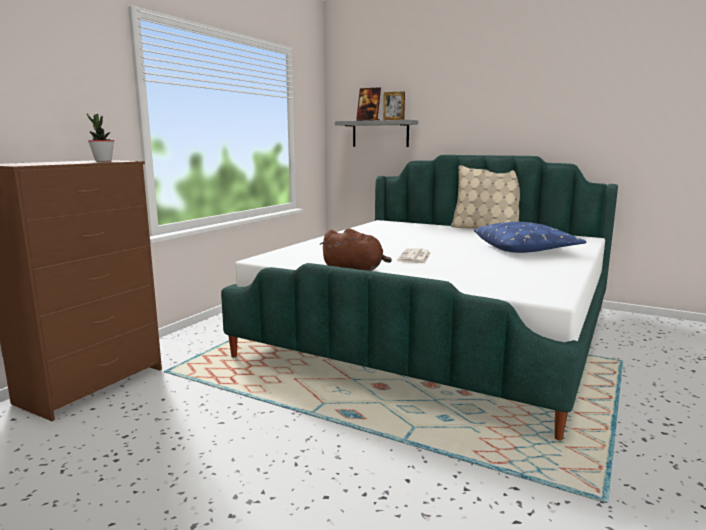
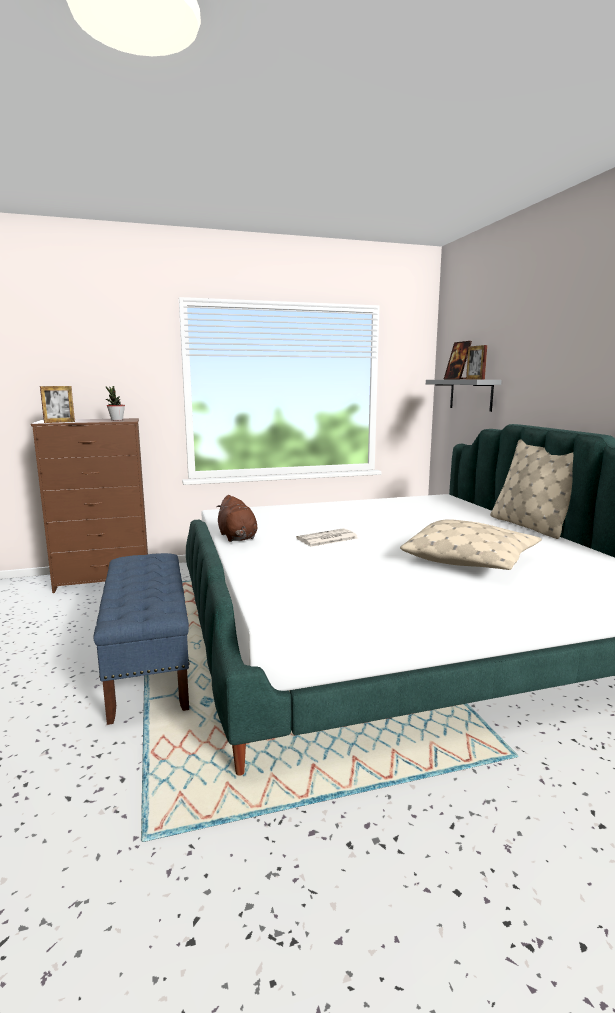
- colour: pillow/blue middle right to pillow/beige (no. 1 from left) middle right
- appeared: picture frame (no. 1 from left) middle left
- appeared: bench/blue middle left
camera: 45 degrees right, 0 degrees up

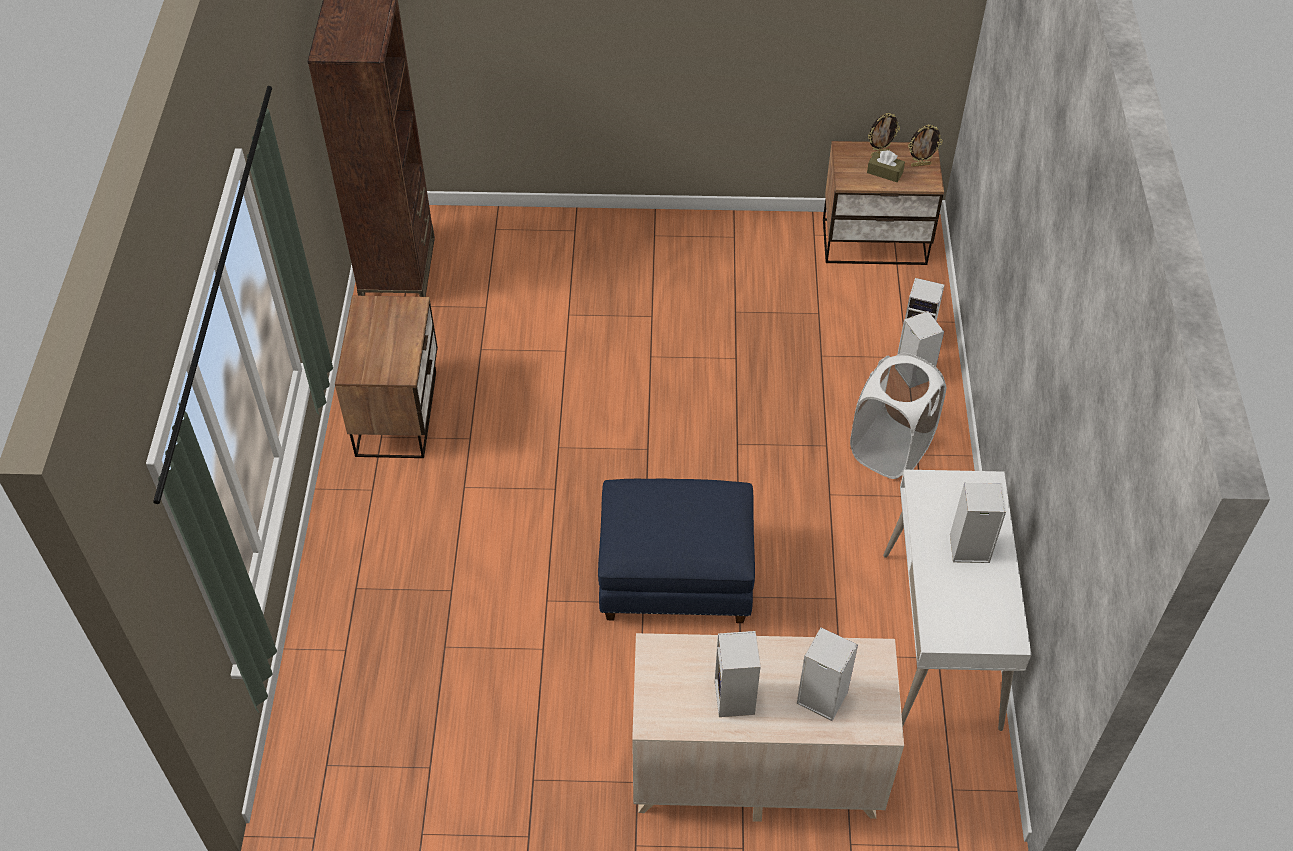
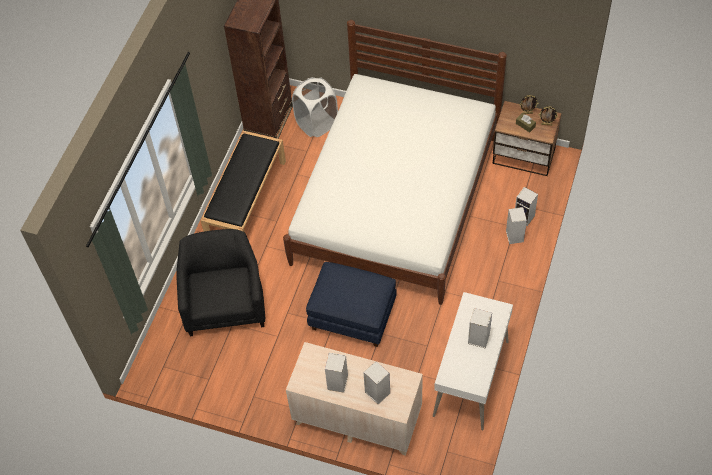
- exchanged: nightstand (no. 1 from left) middle left to bench/black centre
- relocated: laundry basket/white middle right to top centre
- appeared: armchair/black middle left
- appeared: bed/white centre
camera: 20 degrees right, 5 degrees up

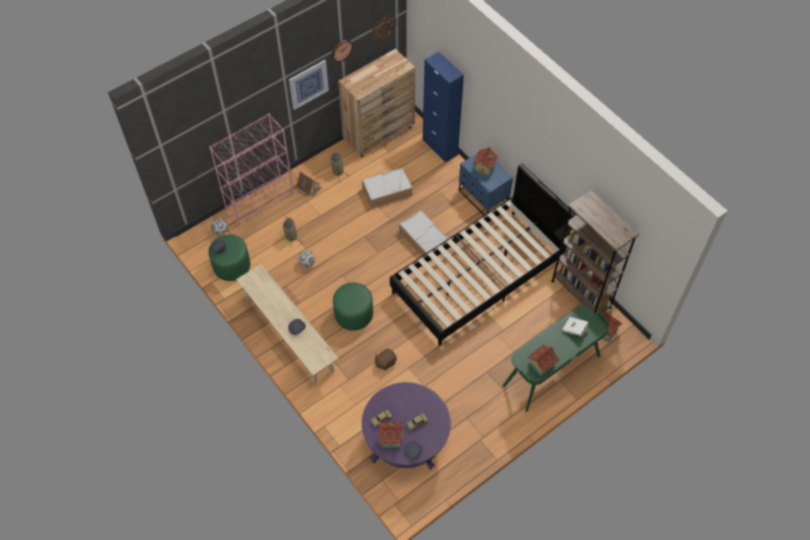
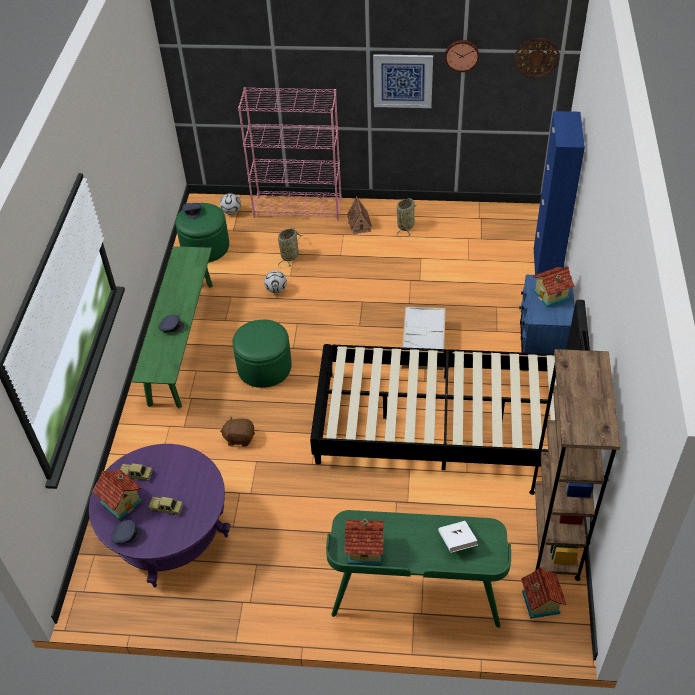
- colour: bench/beige centre to bench/green middle left
- missing: dresser/brown top centre
- missing: storage box (no. 1 from left) centre
camera: 45 degrees right, 10 degrees down

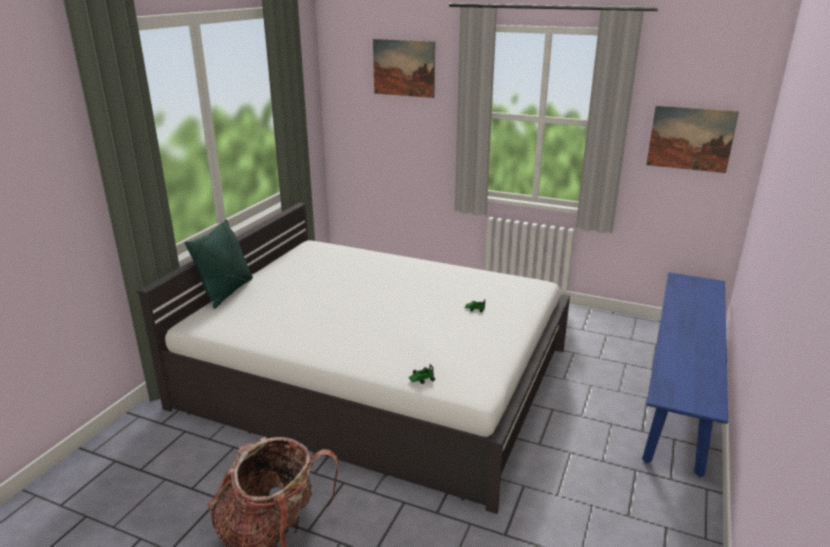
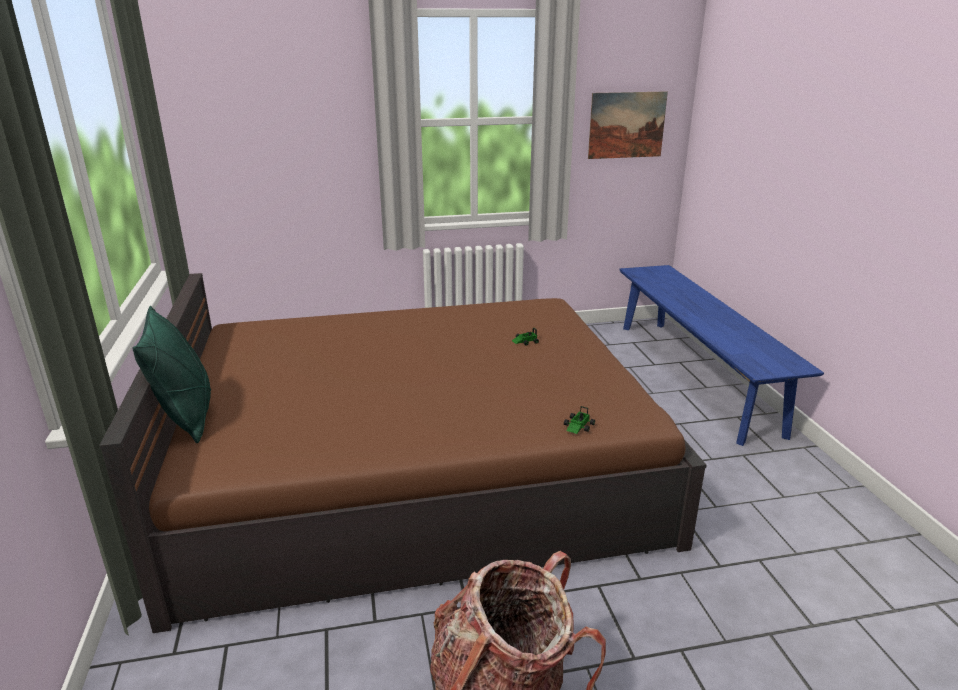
- colour: bed/white centre to bed/brown centre
- missing: picture (no. 1 from left) top centre
camera: 35 degrees left, 0 degrees up

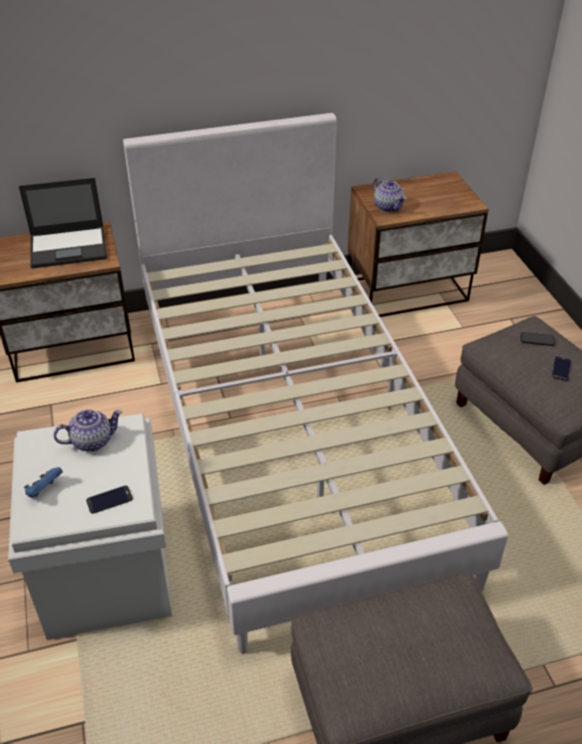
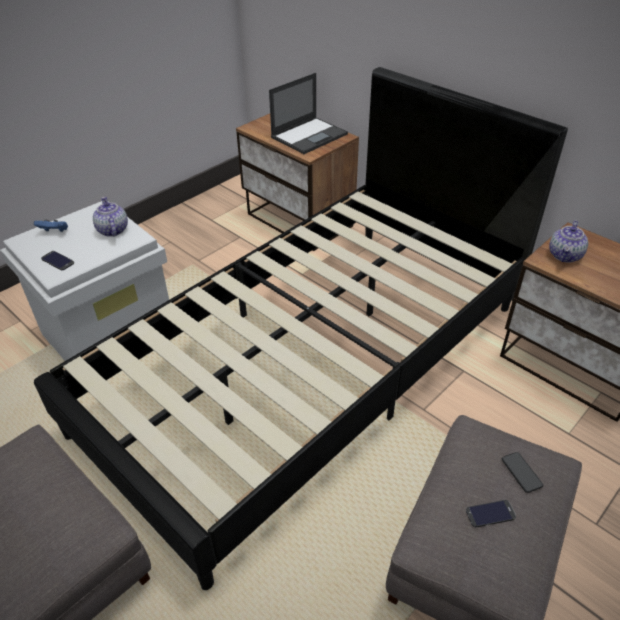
- spun: laptop top left = top centre 90 degrees counterclockwise
- spun: teapot (no. 1 from left) middle left = middle left 150 degrees counterclockwise
- colour: bed/white centre to bed/black centre
camera: 60 degrees right, 0 degrees up

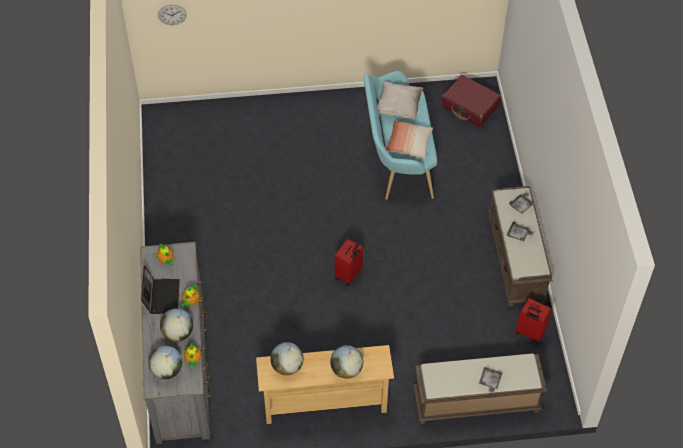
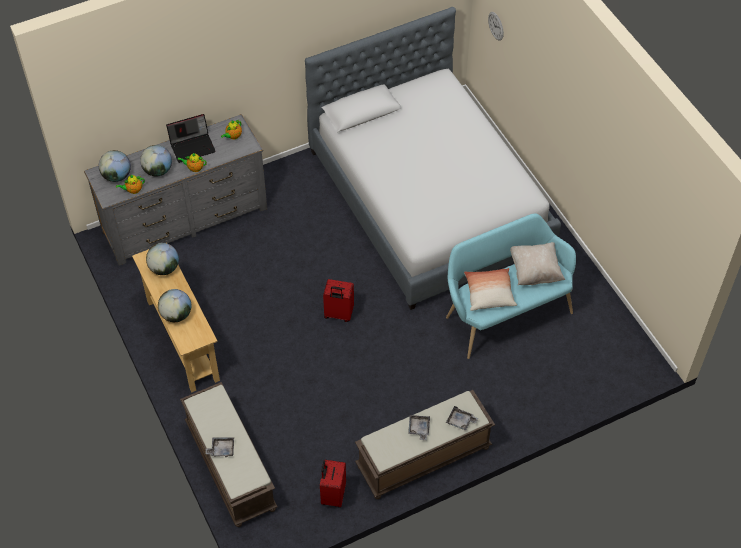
- missing: suitcase/red (no. 2 from left) top right
- appeared: bed top centre
camera: 70 degrees right, 0 degrees up

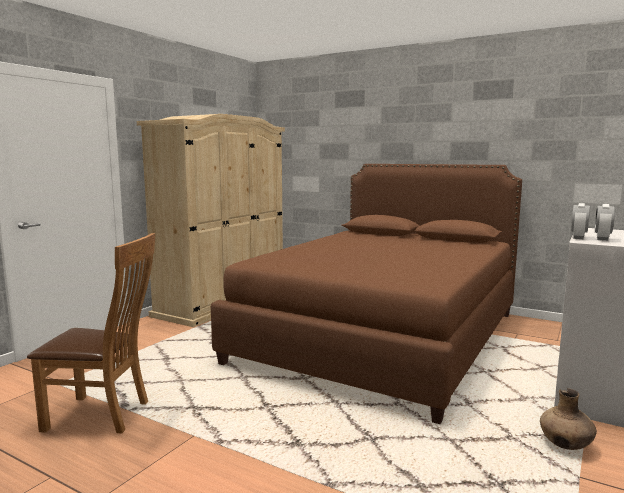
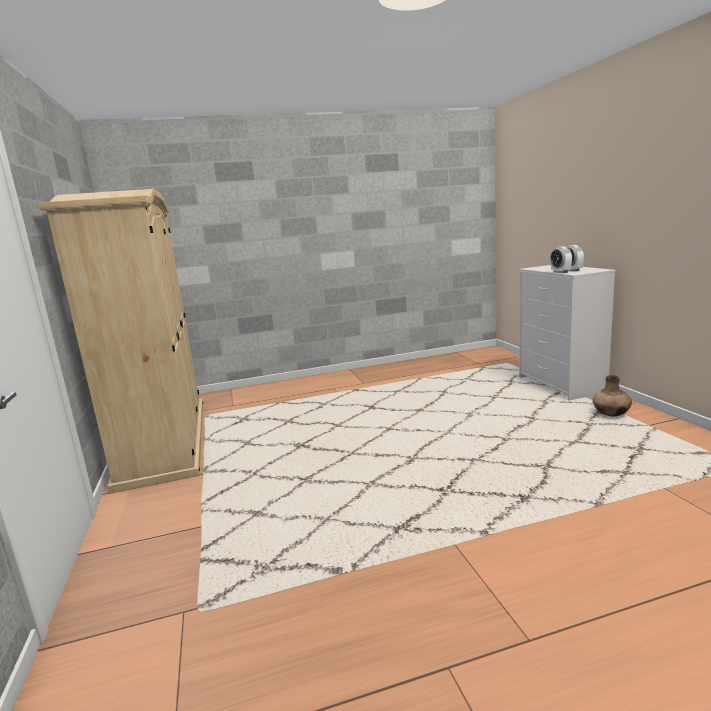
- missing: chair/brown bottom left
- missing: bed/brown centre
camera: 45 degrees left, 5 degrees up

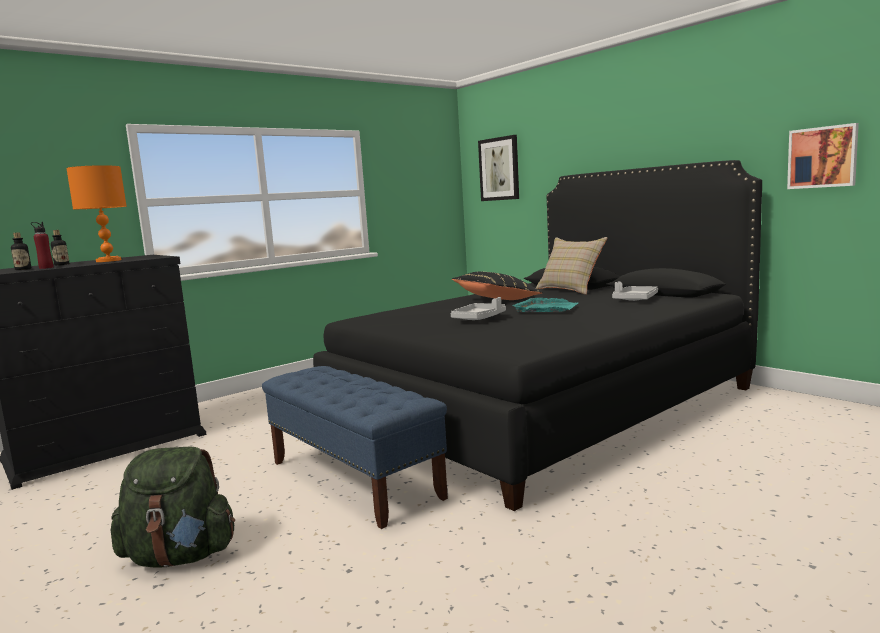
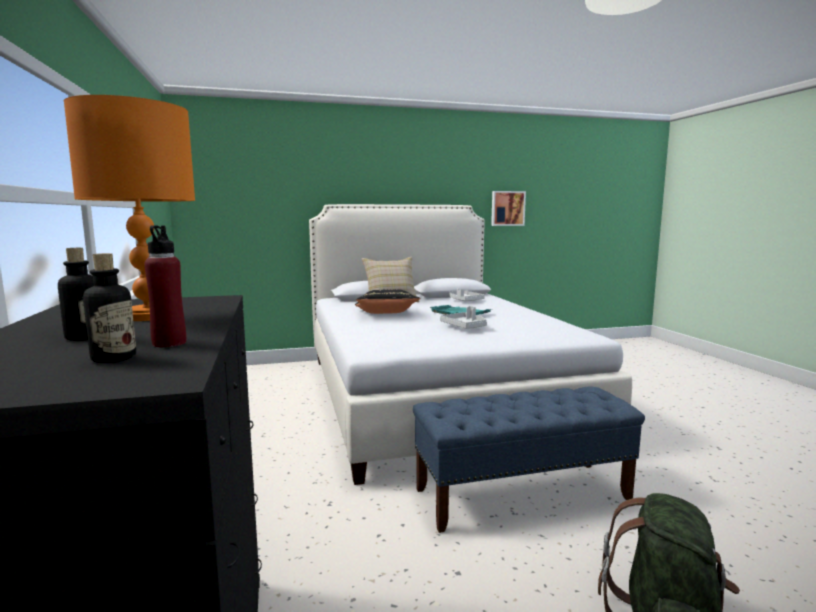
- colour: bed/black centre to bed/white centre
- missing: picture (no. 1 from left) top centre
camera: 65 degrees left, 0 degrees up

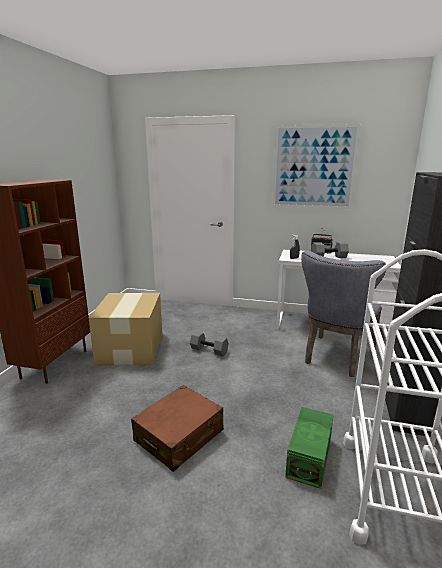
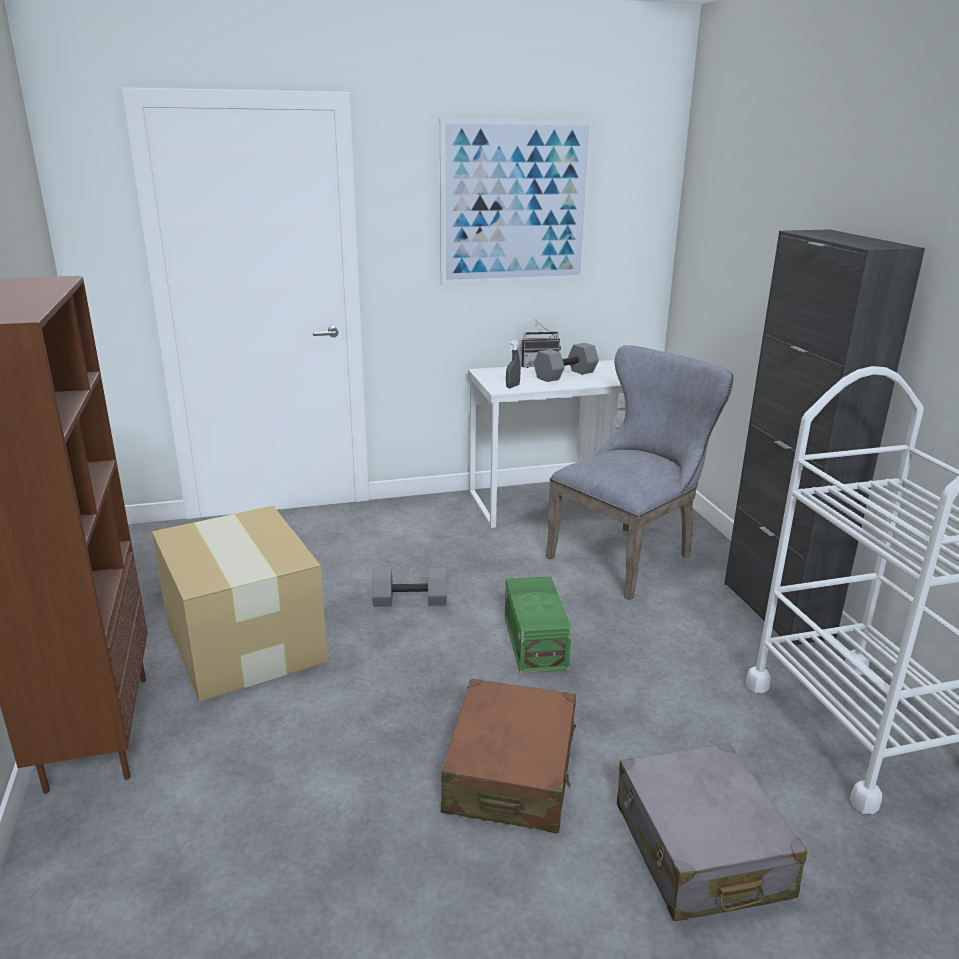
- relocated: storage box/green bottom right to centre
- spun: chair/grey middle right = centre 135 degrees counterclockwise
- appeared: suitcase/grey bottom right
camera: 30 degrees left, 5 degrees up

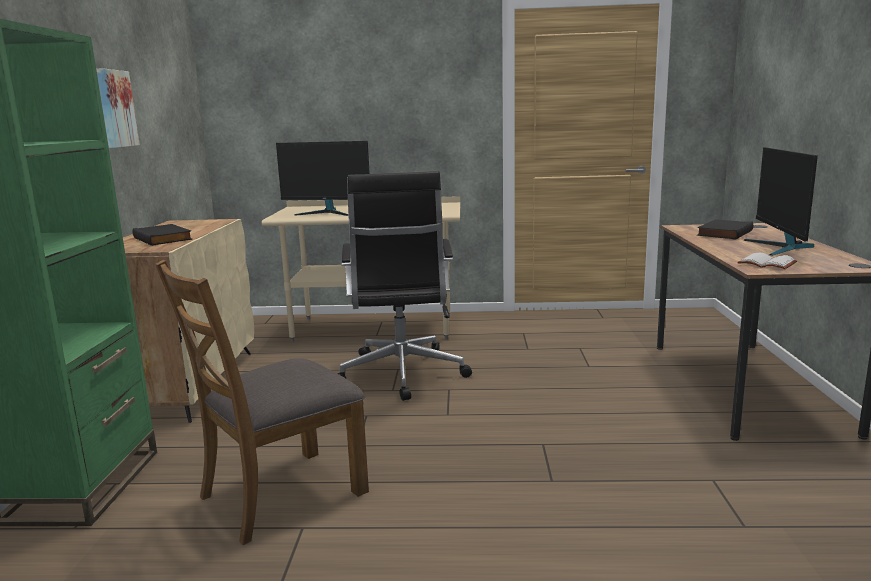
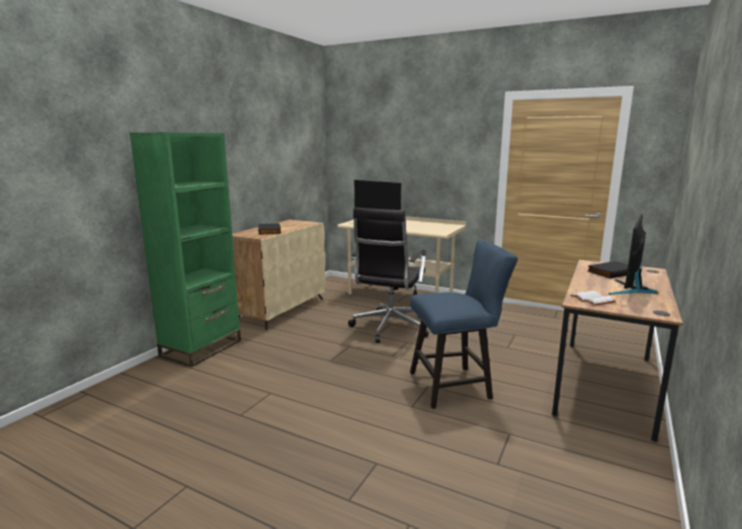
- missing: picture top left
- missing: chair/brown bottom left
- appeared: chair/blue centre
camera: 25 degrees right, 0 degrees up

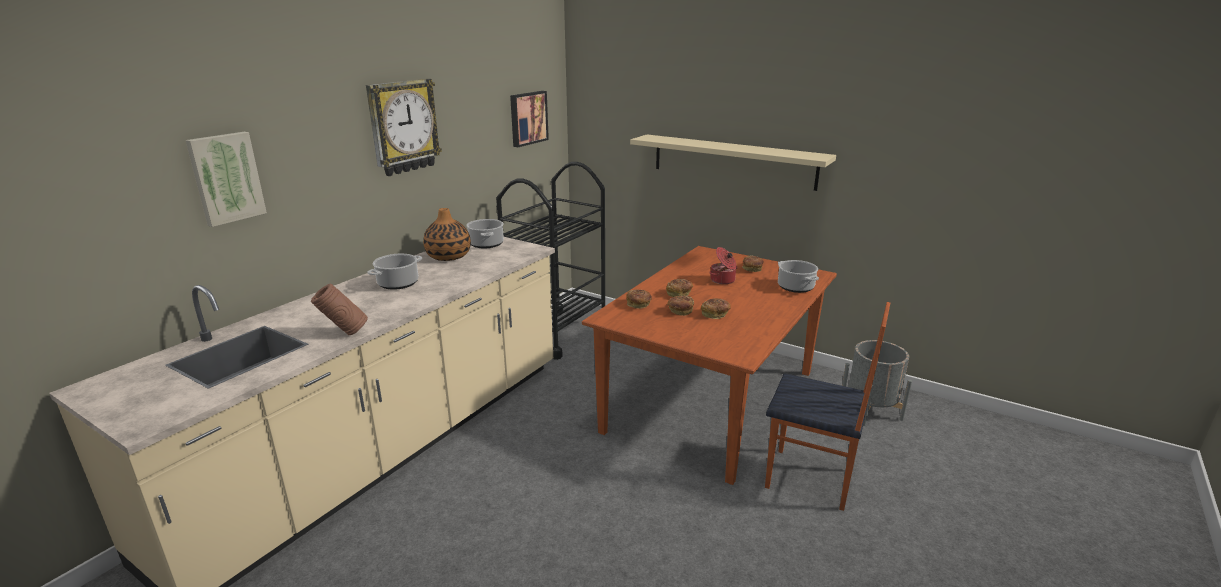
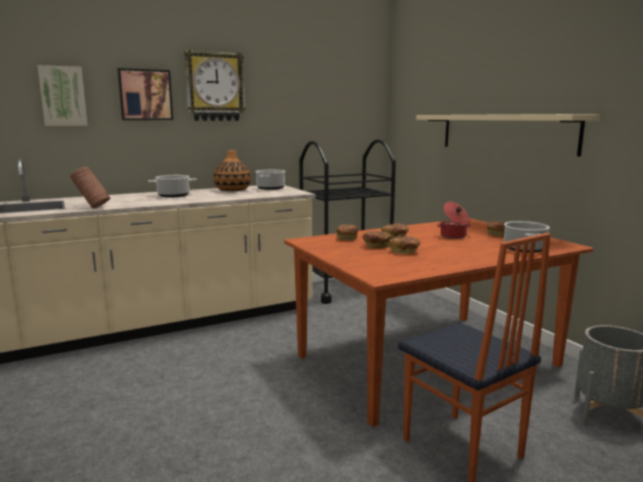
- relocated: picture (no. 2 from left) top centre to top left
camera: 30 degrees right, 10 degrees down

